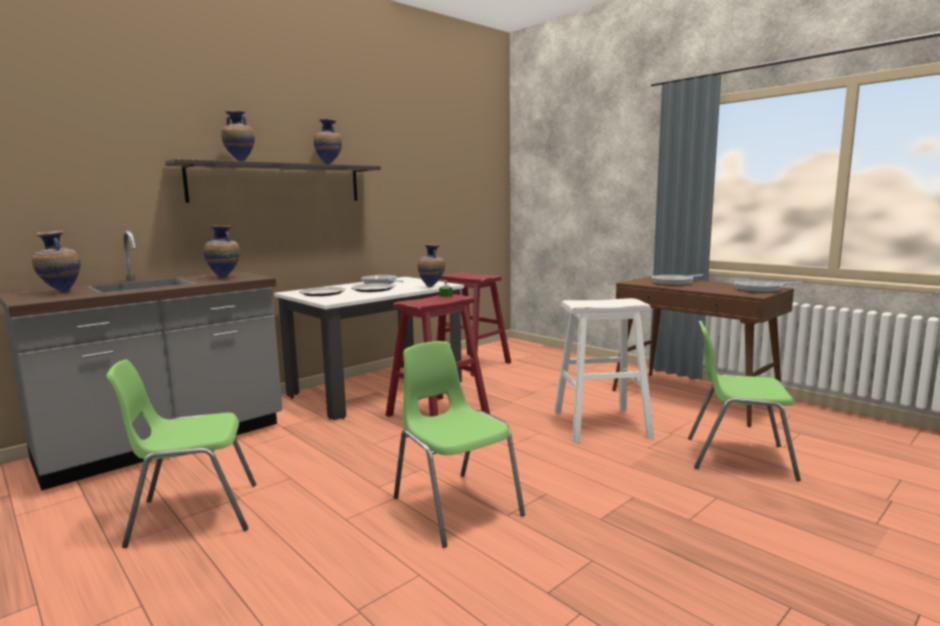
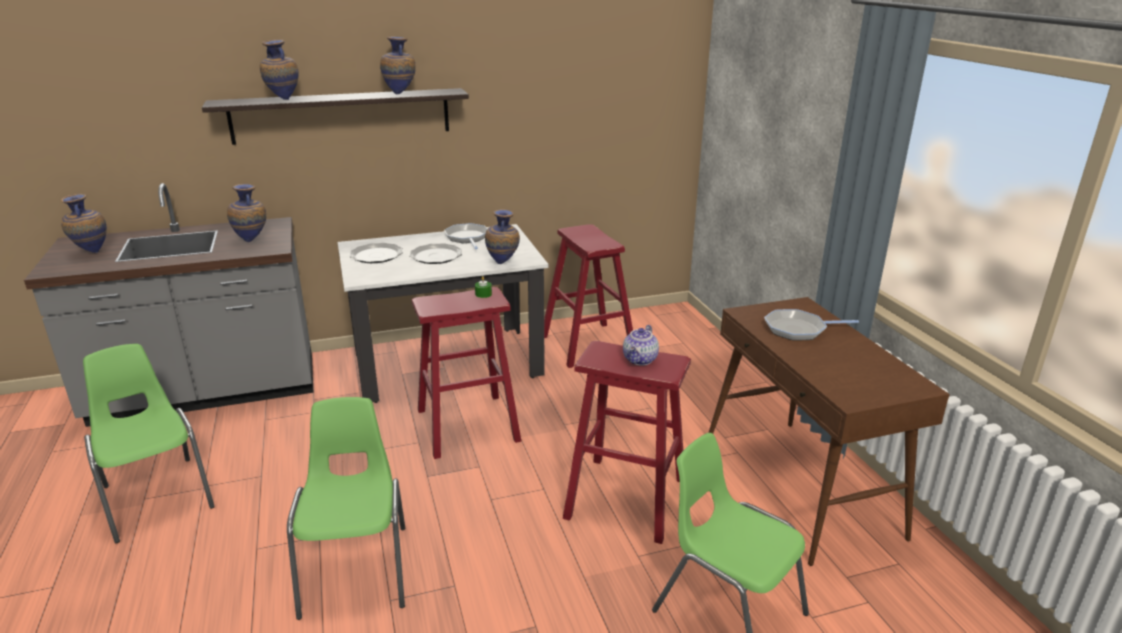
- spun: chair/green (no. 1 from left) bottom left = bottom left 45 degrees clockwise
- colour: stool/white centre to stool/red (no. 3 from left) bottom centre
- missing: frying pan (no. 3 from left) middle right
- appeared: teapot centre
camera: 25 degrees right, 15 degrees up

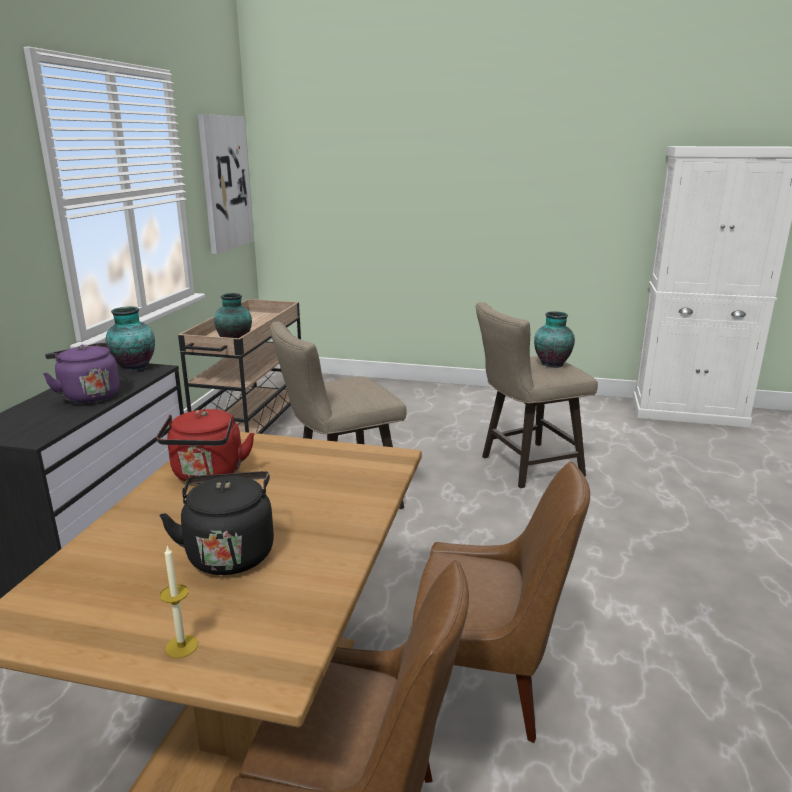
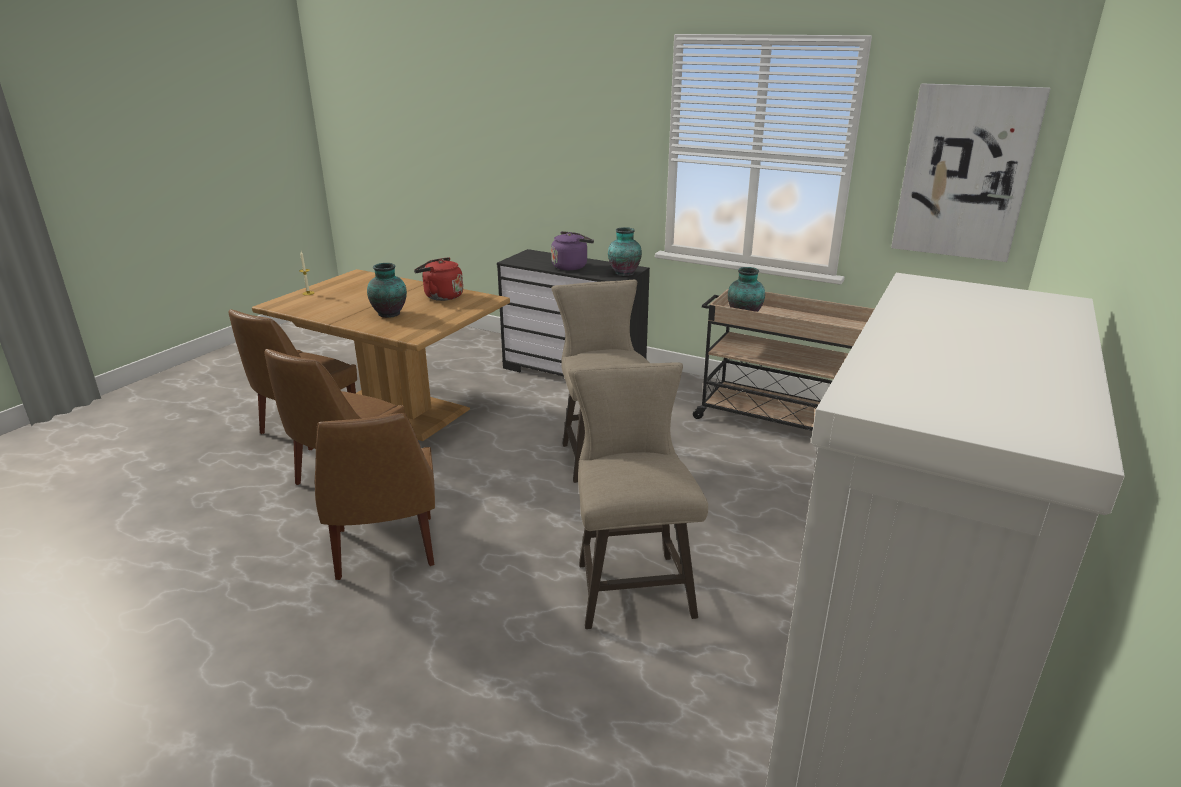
- missing: kettle/black middle left
- relocated: vase (no. 3 from left in the first image) middle right to vase (no. 1 from left) middle left
- appeared: chair/brown (no. 3 from left) middle left
camera: 105 degrees right, 5 degrees up

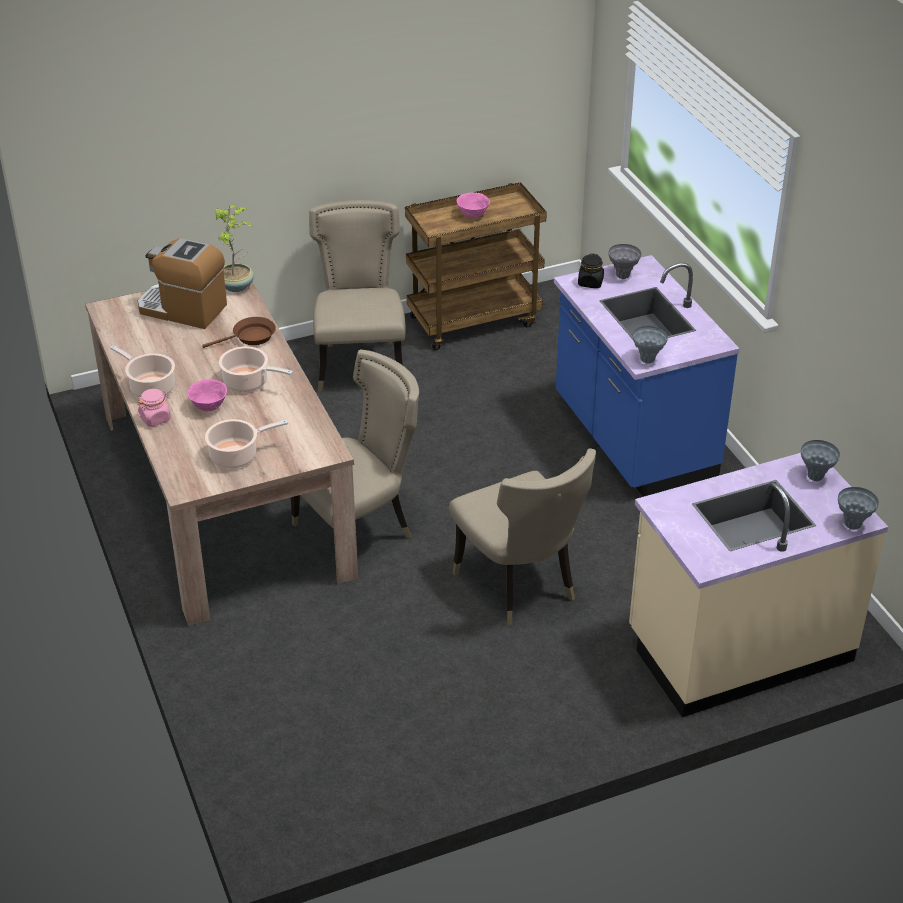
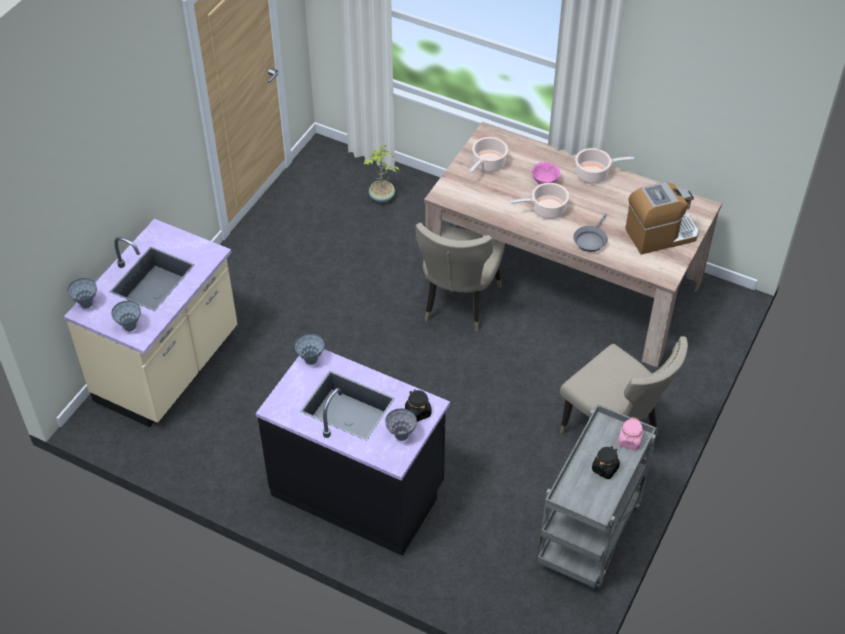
- relocated: jar/pink middle left to bottom right
- colour: frying pan/brown middle left to frying pan/grey middle right
- relocated: potted plant top left to top centre
- colour: cart/brown top centre to cart/grey bottom right
- missing: chair/beige (no. 3 from left) centre
- exchanged: bowl/pink (no. 2 from left) top centre to jar/black (no. 2 from left) bottom right
- colour: counter/blue middle right to counter/black bottom centre
camera: 140 degrees right, 10 degrees up

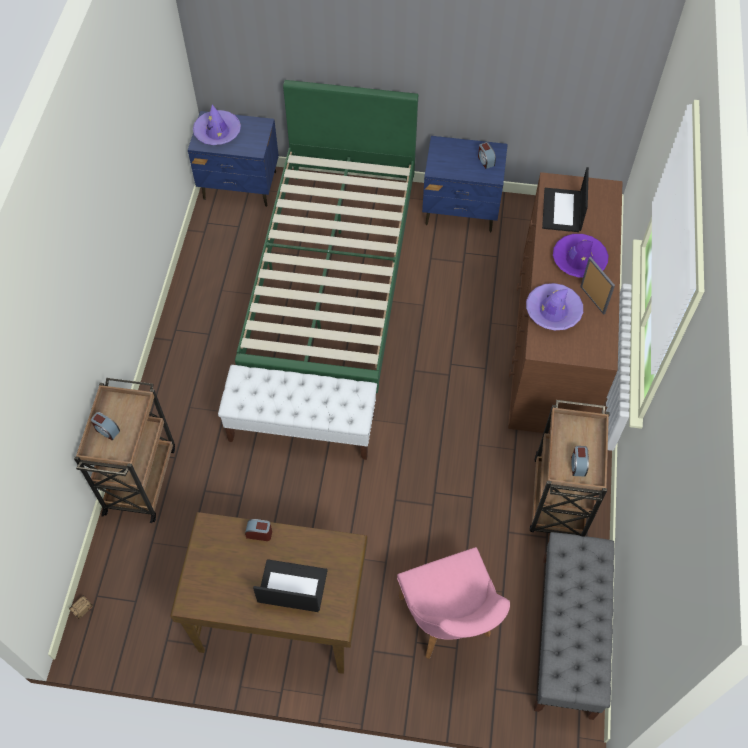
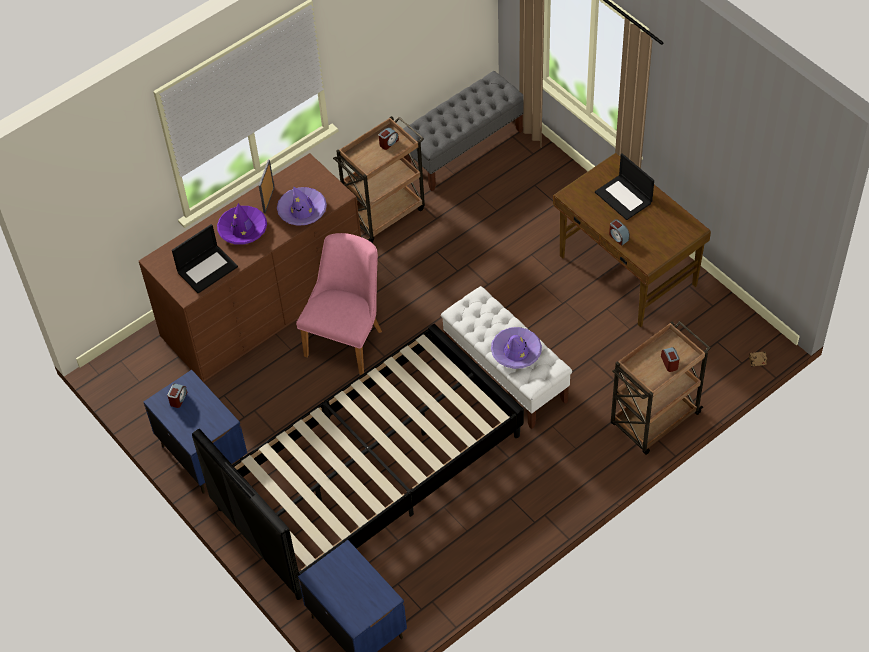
- relocated: hat/purple (no. 1 from left in the first image) top left to hat/purple (no. 3 from left) centre
- colour: bed/green top centre to bed/black bottom centre
- relocated: chair/pink bottom centre to centre
camera: 135 degrees left, 5 degrees down

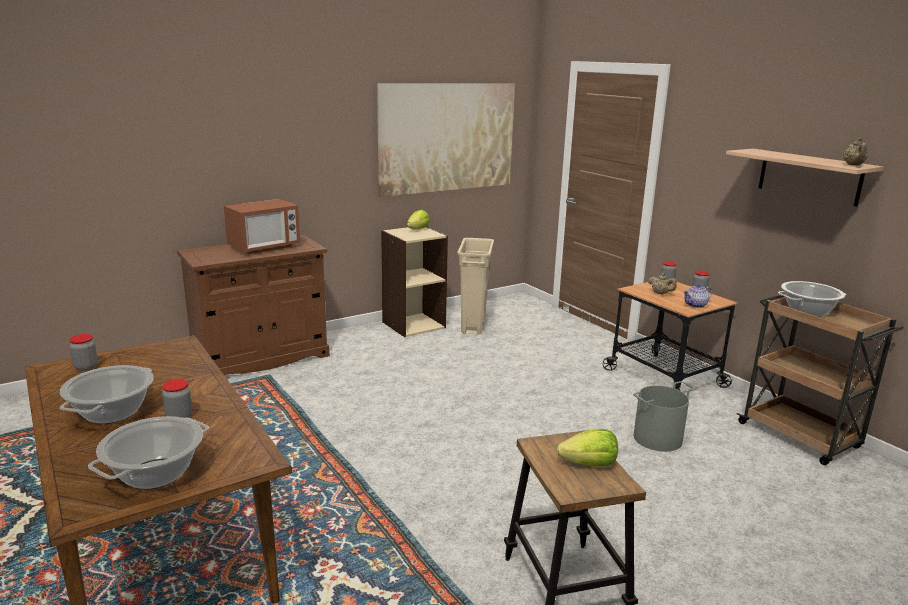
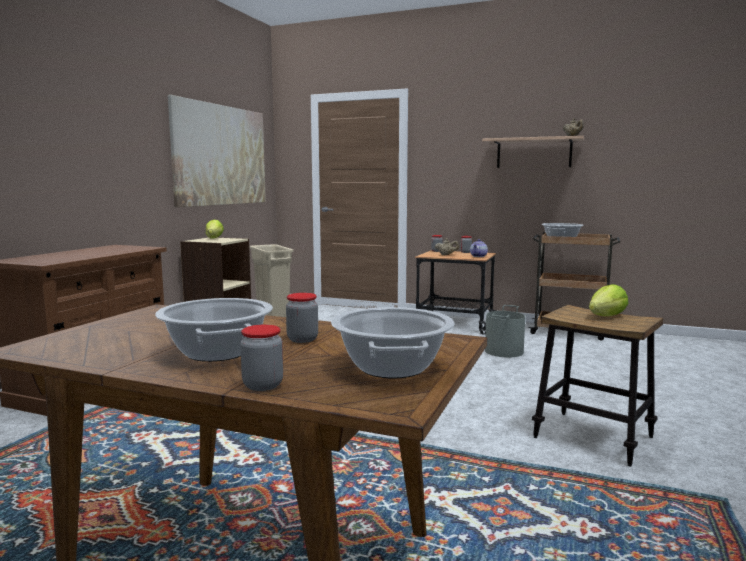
- relocated: jar (no. 1 from left) middle left to centre
- missing: microwave middle left
camera: 35 degrees left, 10 degrees down

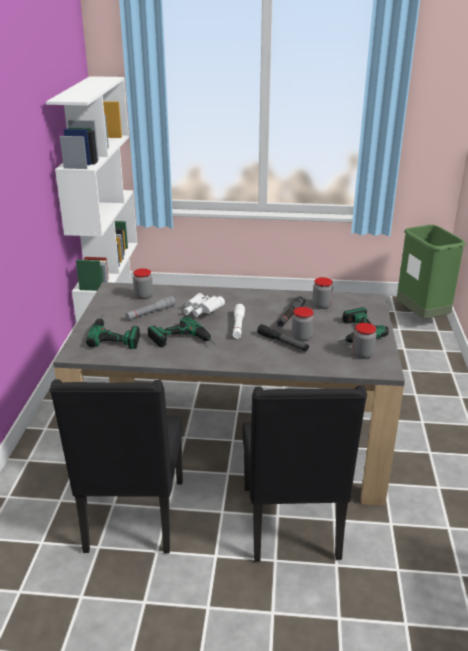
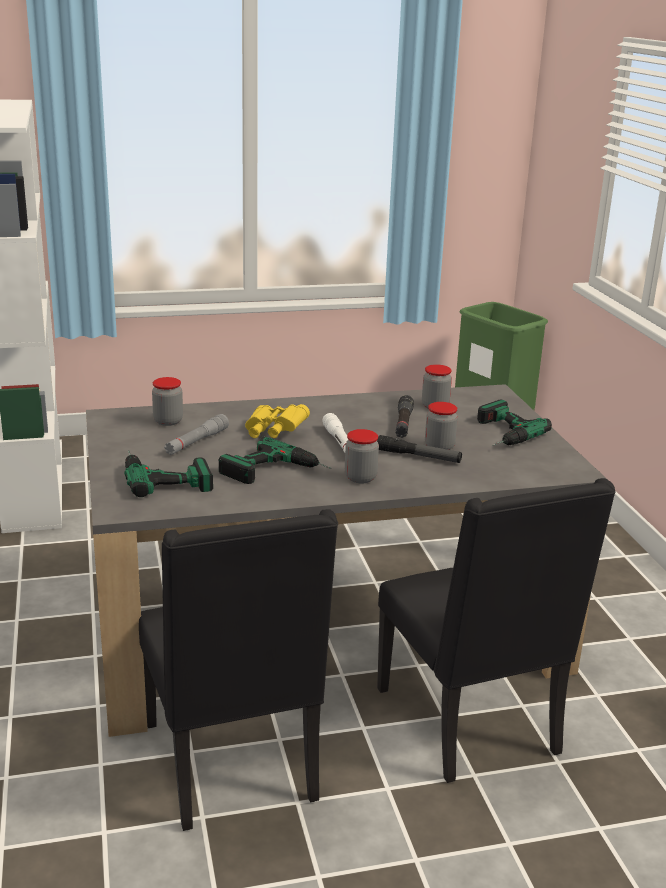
- colour: binoculars/white centre to binoculars/yellow centre
- relocated: jar (no. 4 from left in the first image) middle right to jar (no. 2 from left) centre
camera: 20 degrees left, 5 degrees down

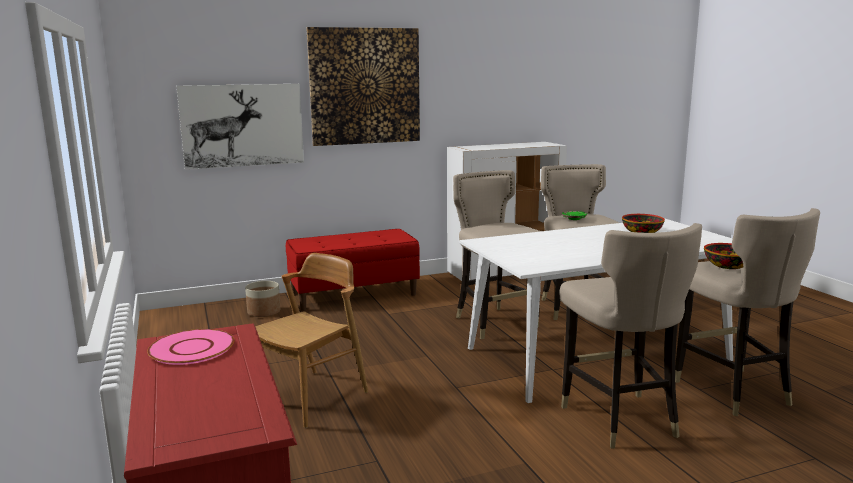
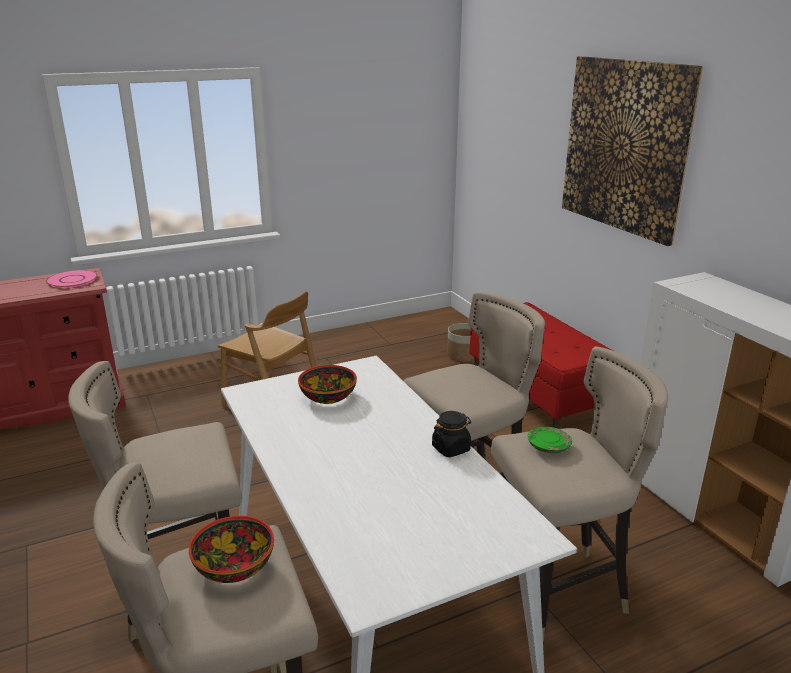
- missing: picture (no. 1 from left) top left
- relocated: bowl (no. 1 from left in the first image) middle right to bowl (no. 2 from left) centre
- appeared: jar/black centre
camera: 85 degrees right, 10 degrees up

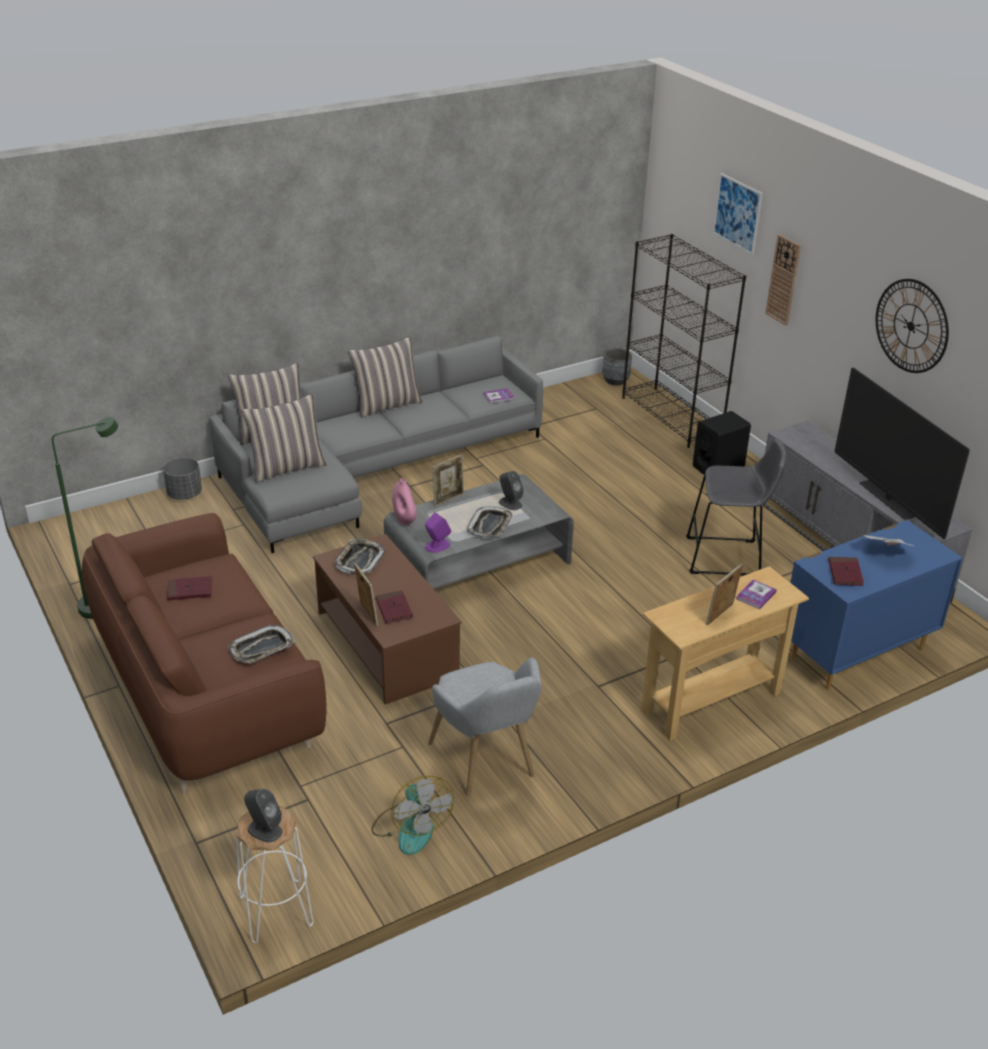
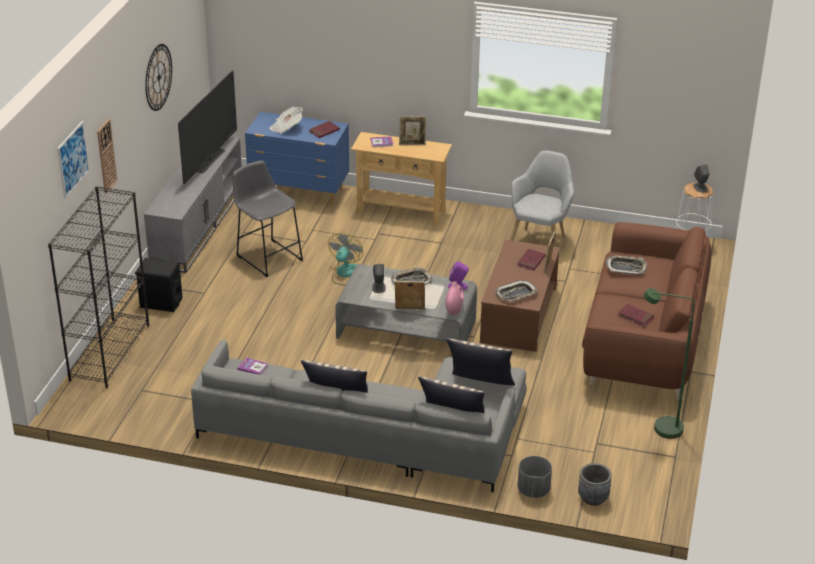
- relocated: fan bottom centre to centre
- relocated: planter/grey (no. 2 from left) centre to bottom right
camera: 135 degrees left, 0 degrees up

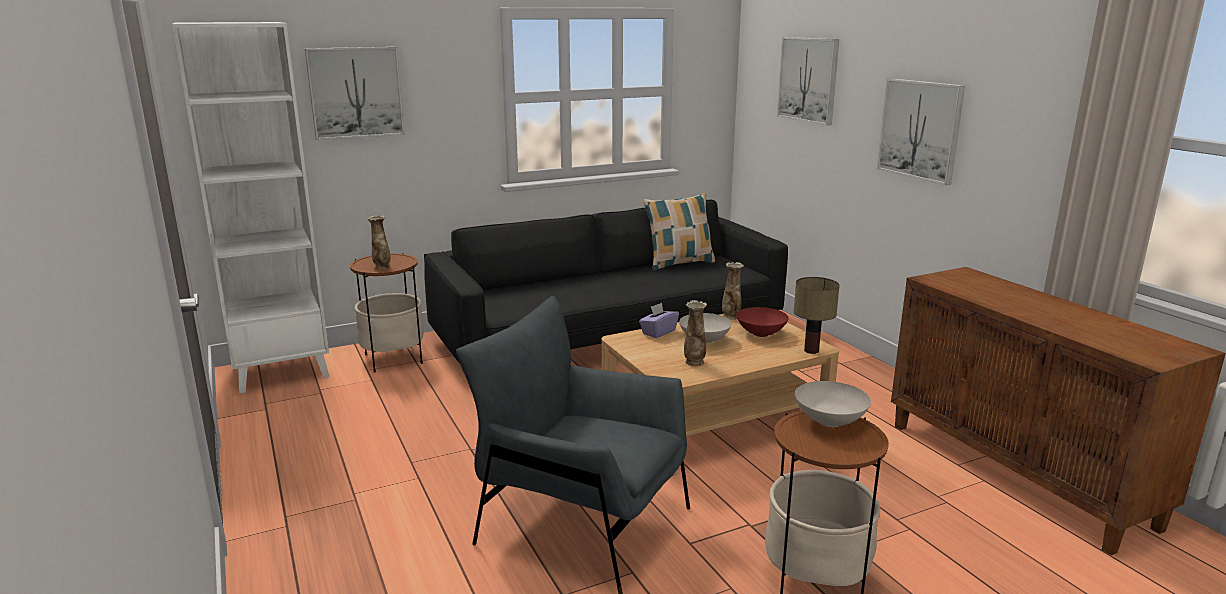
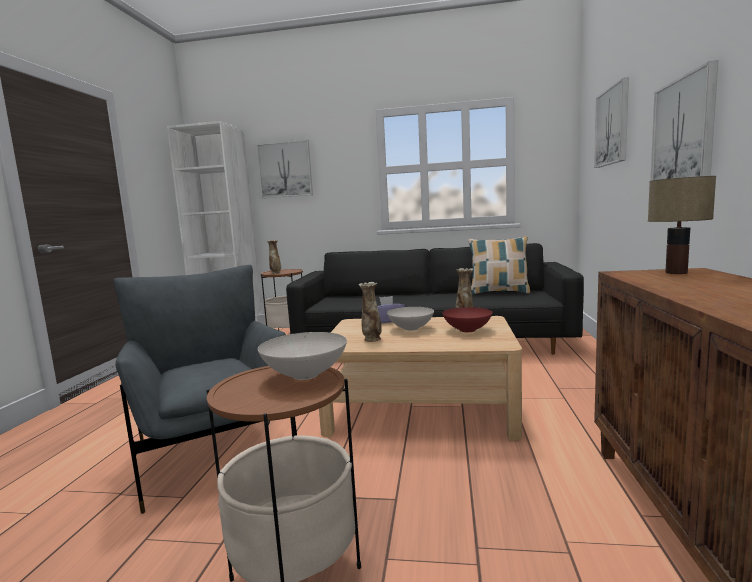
- relocated: table lamp centre to middle right
camera: 35 degrees right, 10 degrees down

